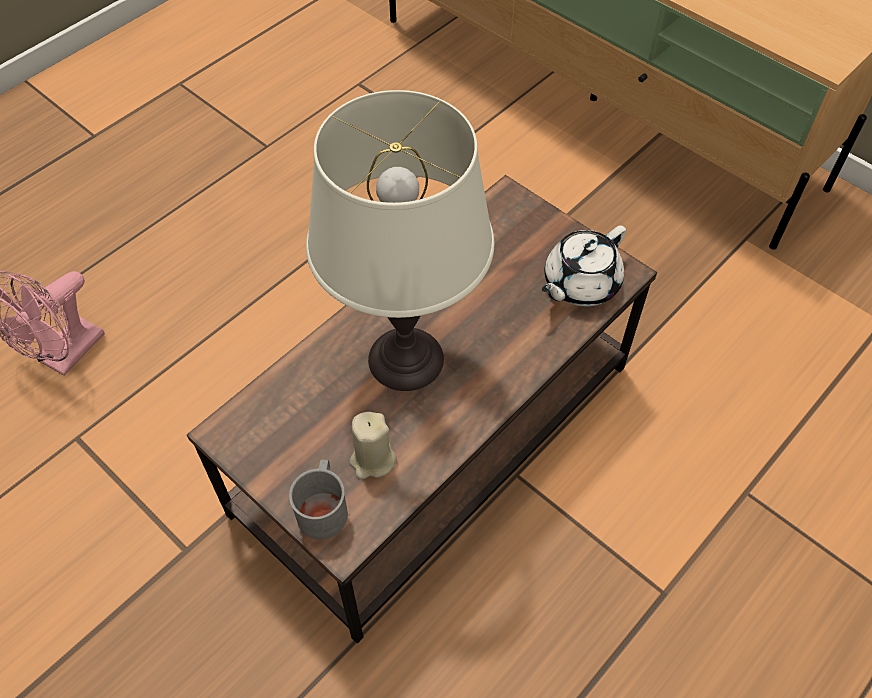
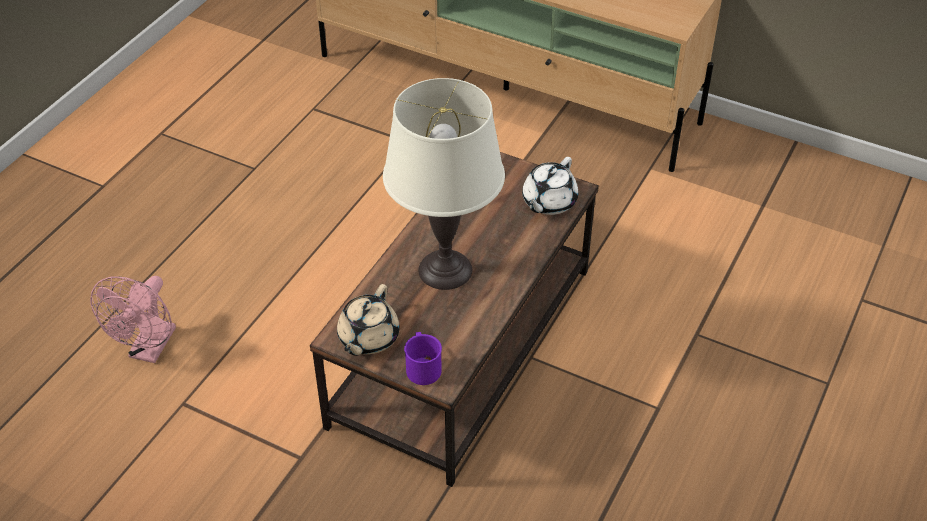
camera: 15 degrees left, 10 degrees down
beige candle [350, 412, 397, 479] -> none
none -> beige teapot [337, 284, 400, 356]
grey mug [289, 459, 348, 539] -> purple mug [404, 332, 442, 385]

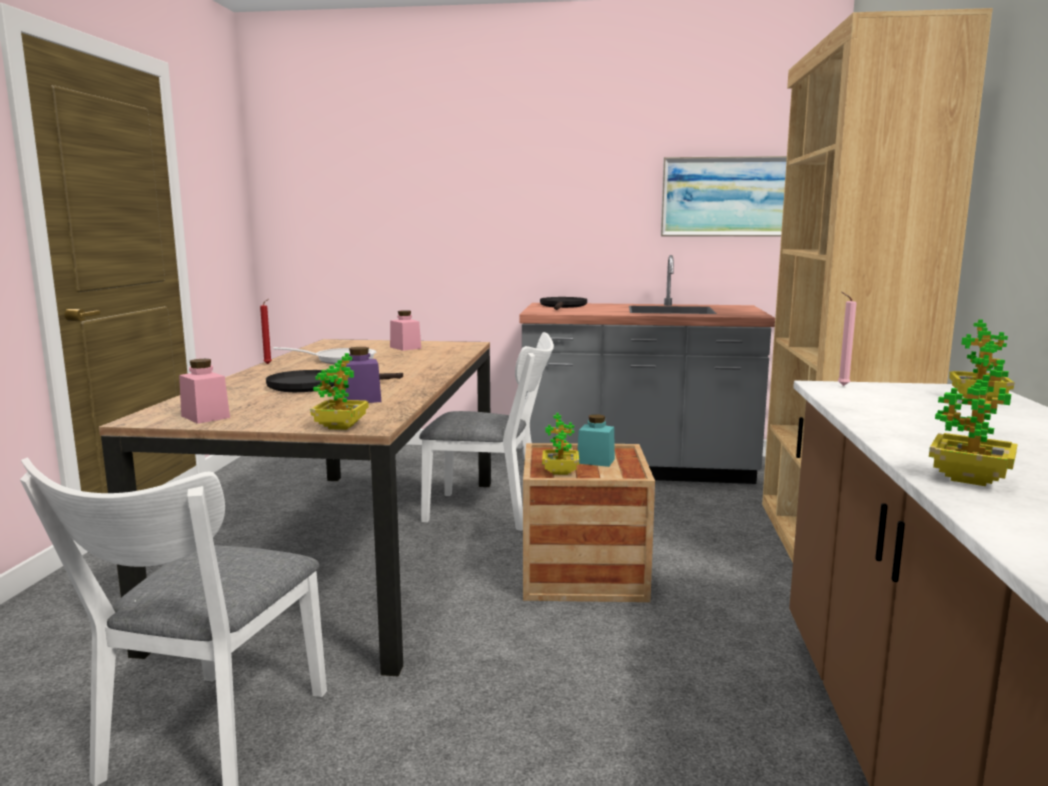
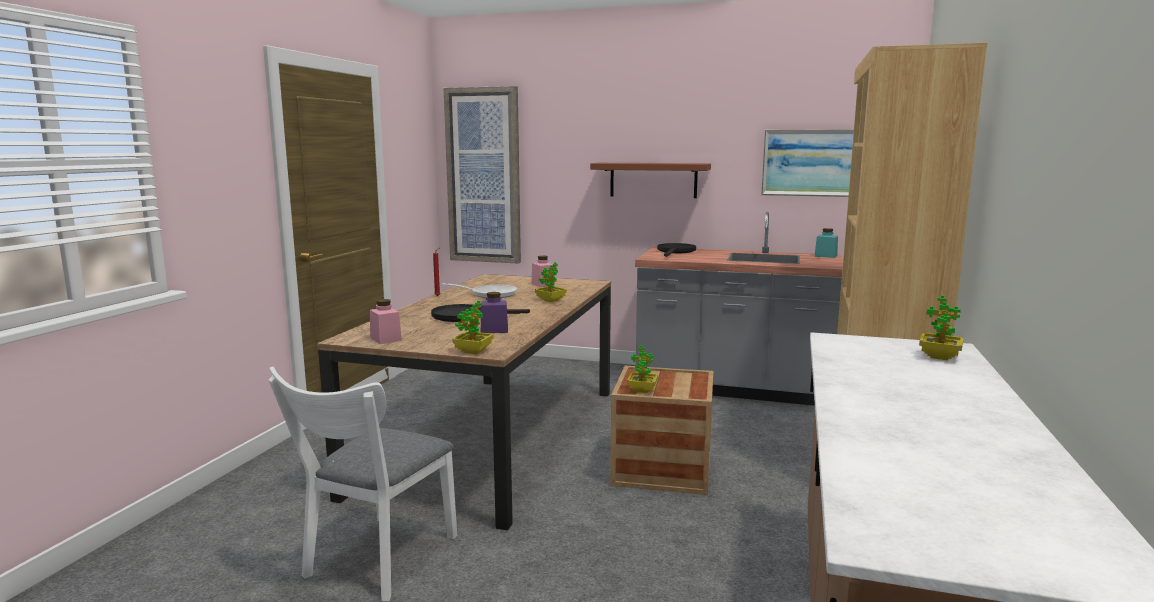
camera: 10 degrees right, 0 degrees up
white chair [419, 332, 554, 531] -> none
pink candle [838, 292, 857, 386] -> none
none -> picture [443, 86, 521, 264]
none -> brown shelf [590, 163, 711, 198]
turquoise jar [577, 414, 615, 467] -> turquoise jar [814, 228, 838, 258], relocated
potted plant [929, 365, 1018, 486] -> potted plant [535, 262, 567, 302], relocated

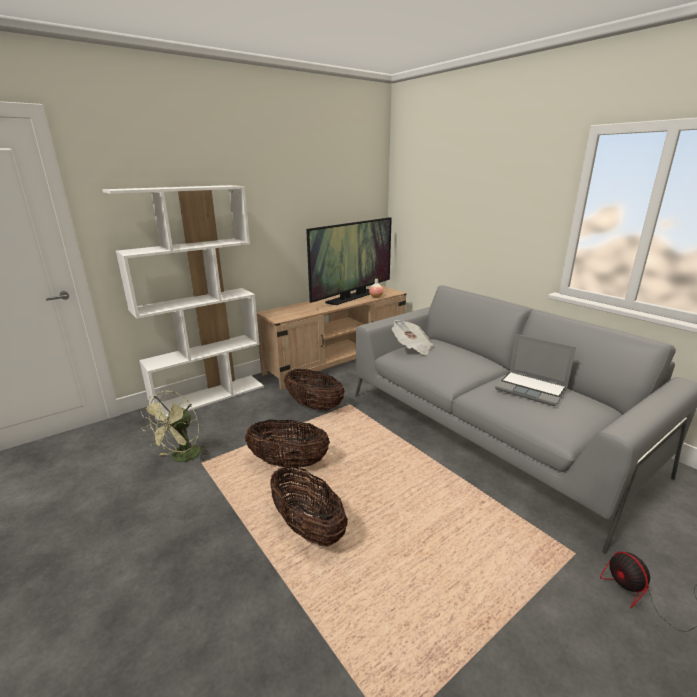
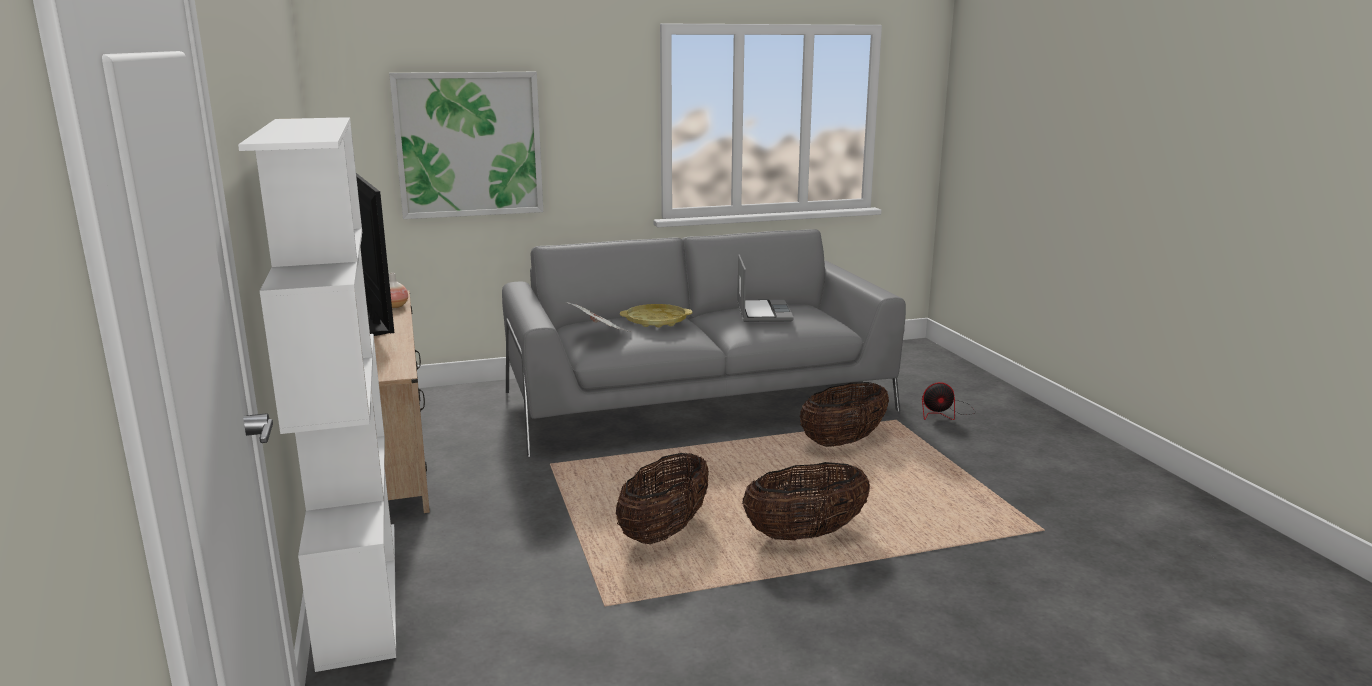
camera: 70 degrees left, 5 degrees down
green fan [141, 391, 210, 462] -> none
none -> picture [389, 72, 543, 219]
none -> yellow tray [620, 304, 692, 328]
basket [284, 369, 345, 411] -> basket [800, 382, 889, 447], relocated
laptop [495, 334, 576, 406] -> laptop [737, 255, 794, 322], 60 degrees counterclockwise

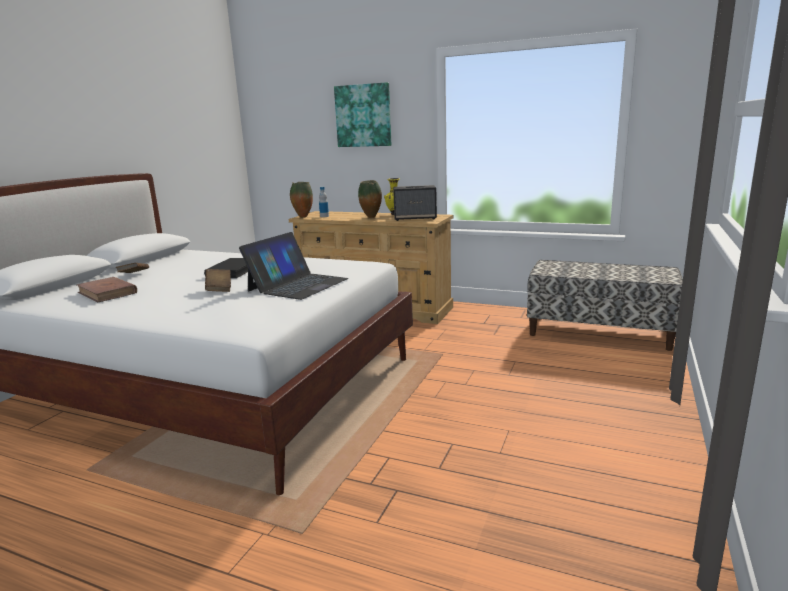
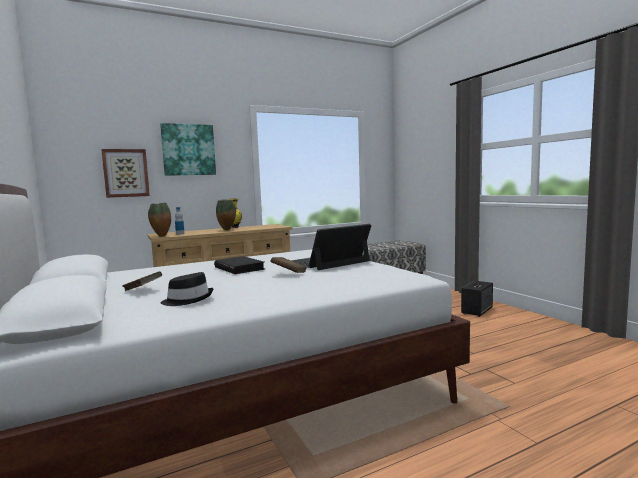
camera: 50 degrees left, 10 degrees down
none -> picture [101, 149, 150, 198]
speaker [393, 185, 437, 221] -> speaker [461, 281, 493, 317], relocated
brown book [77, 277, 137, 303] -> black hat [161, 272, 213, 306]
laptop [239, 232, 348, 300] -> laptop [291, 224, 371, 270], 105 degrees counterclockwise

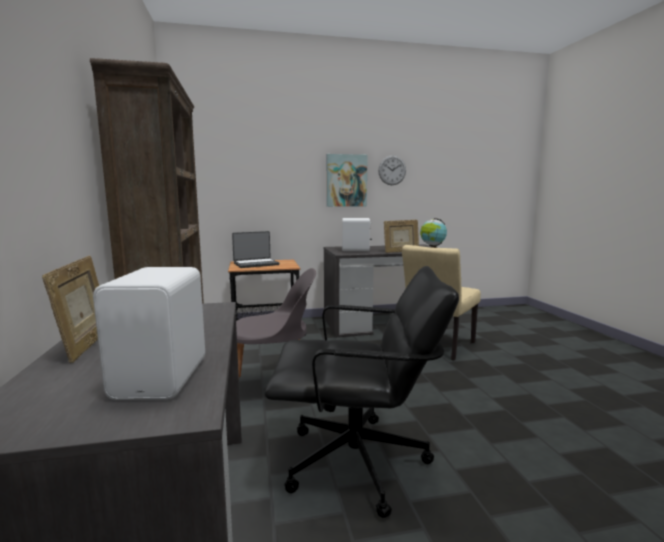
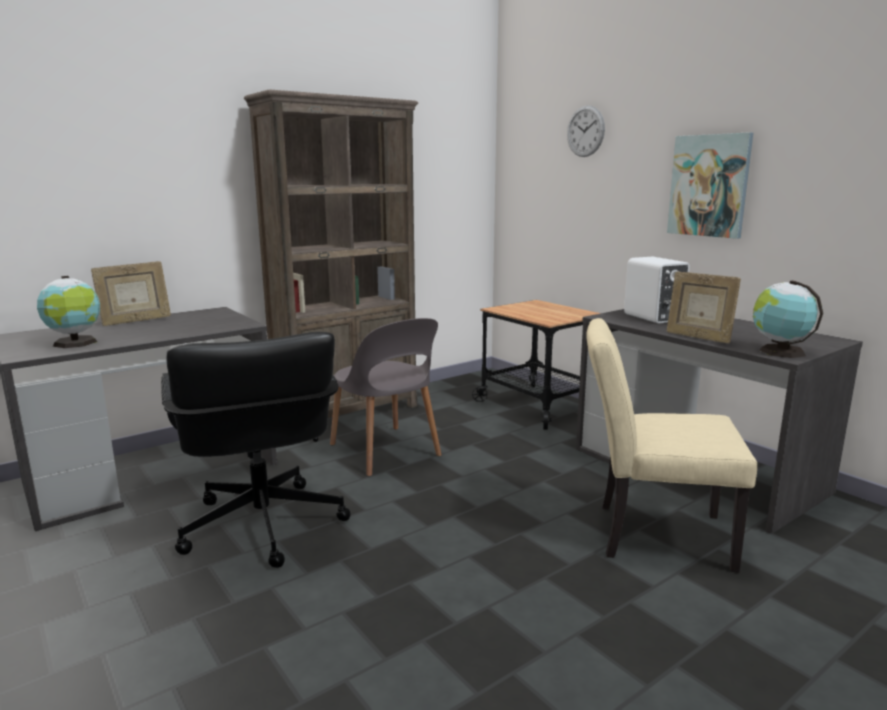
camera: 65 degrees right, 5 degrees up
laptop [232, 231, 279, 268] -> none
wall clock [378, 155, 406, 185] -> wall clock [567, 105, 605, 157], relocated
white speaker [93, 267, 205, 400] -> globe [37, 276, 100, 348]

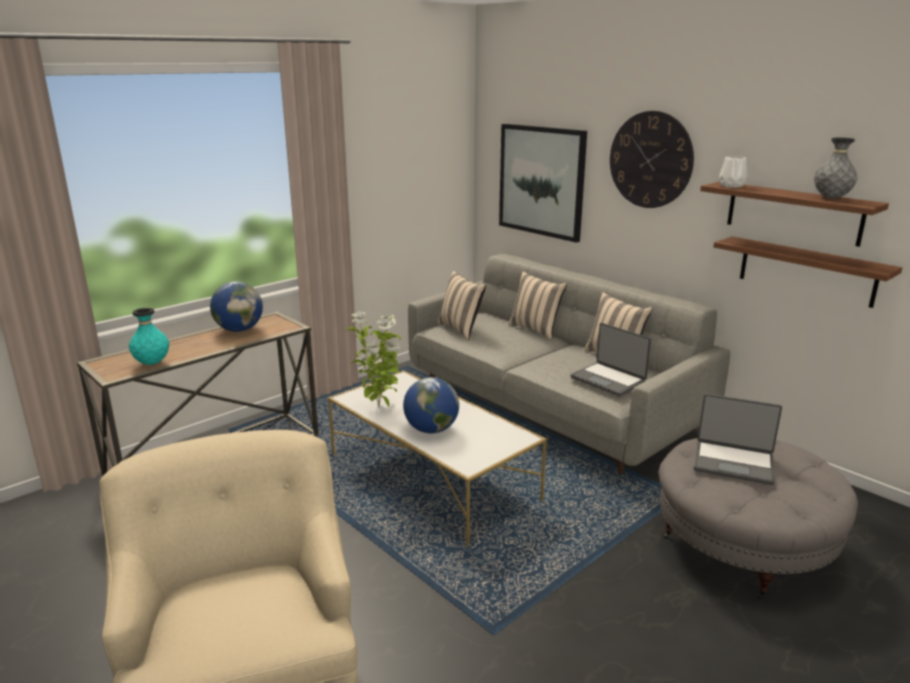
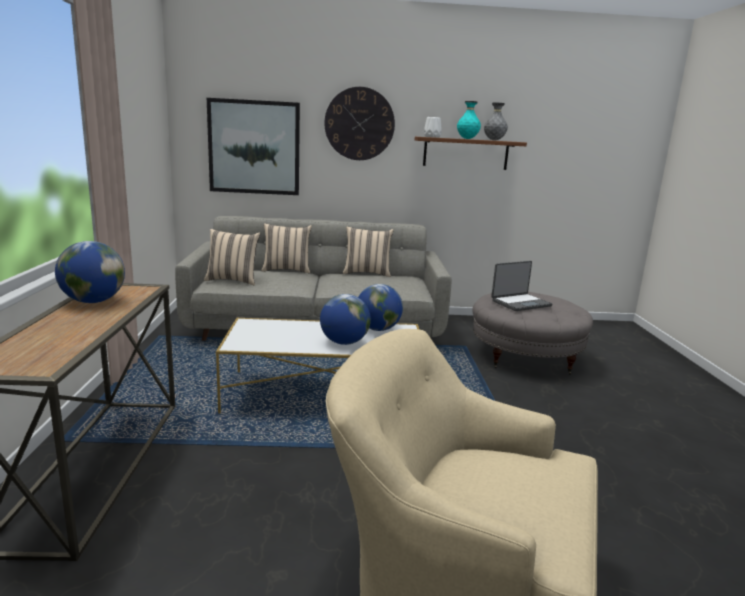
camera: 50 degrees left, 5 degrees down
potted plant [346, 311, 401, 407] -> none
laptop [570, 323, 651, 396] -> none
shelf [714, 236, 902, 308] -> none
none -> globe [358, 284, 403, 331]
turquoise vase [129, 308, 169, 365] -> turquoise vase [457, 101, 481, 139], relocated

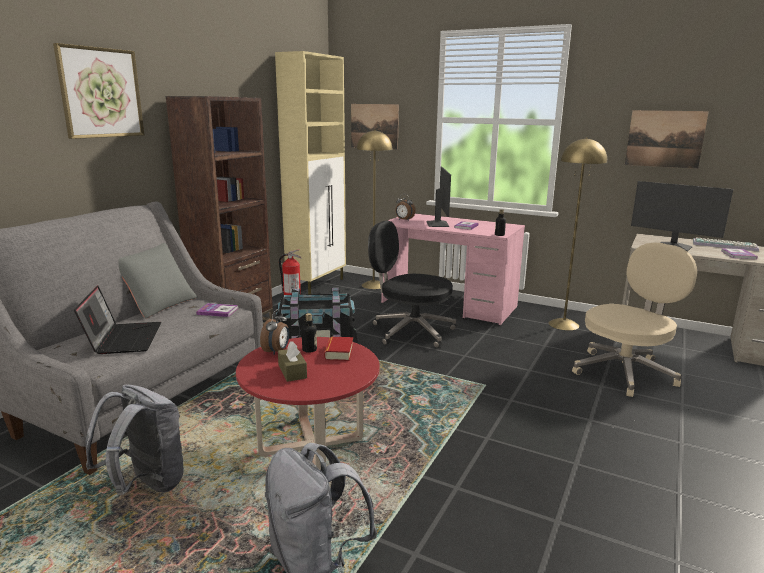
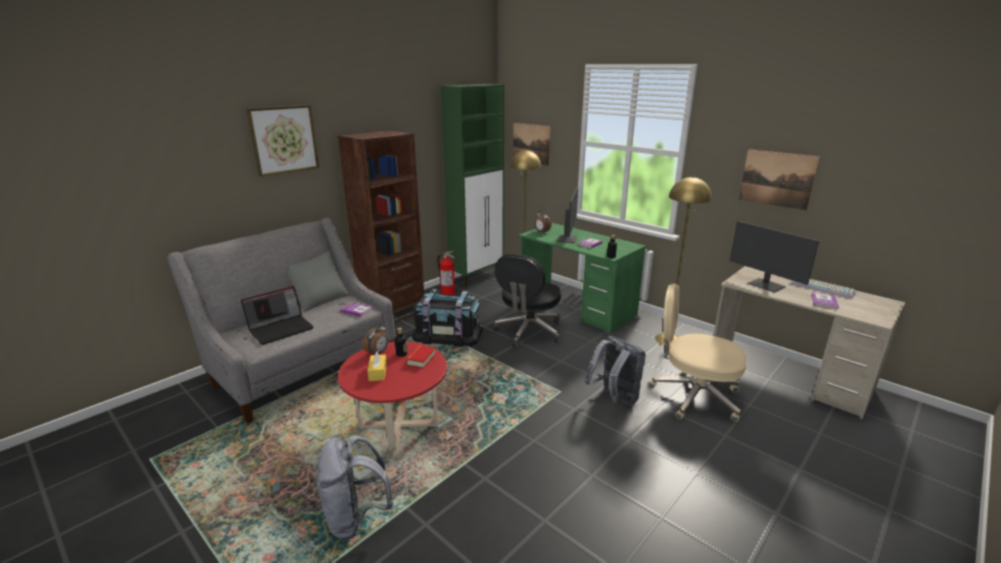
camera: 15 degrees right, 5 degrees up
grey backpack [85, 384, 184, 495] -> grey backpack [585, 336, 646, 405], relocated
beige cabinet [275, 51, 346, 294] -> green cabinet [441, 84, 504, 287]
brown tissue box [278, 341, 307, 382] -> yellow tissue box [367, 351, 387, 381]
pink desk [381, 214, 525, 325] -> green desk [519, 223, 646, 334]
laptop [74, 285, 161, 354] -> laptop [241, 286, 314, 345], 45 degrees clockwise
black office chair [368, 221, 456, 348] -> black office chair [494, 253, 561, 348], 105 degrees counterclockwise
beige office chair [572, 242, 697, 397] -> beige office chair [648, 284, 747, 422], 135 degrees counterclockwise

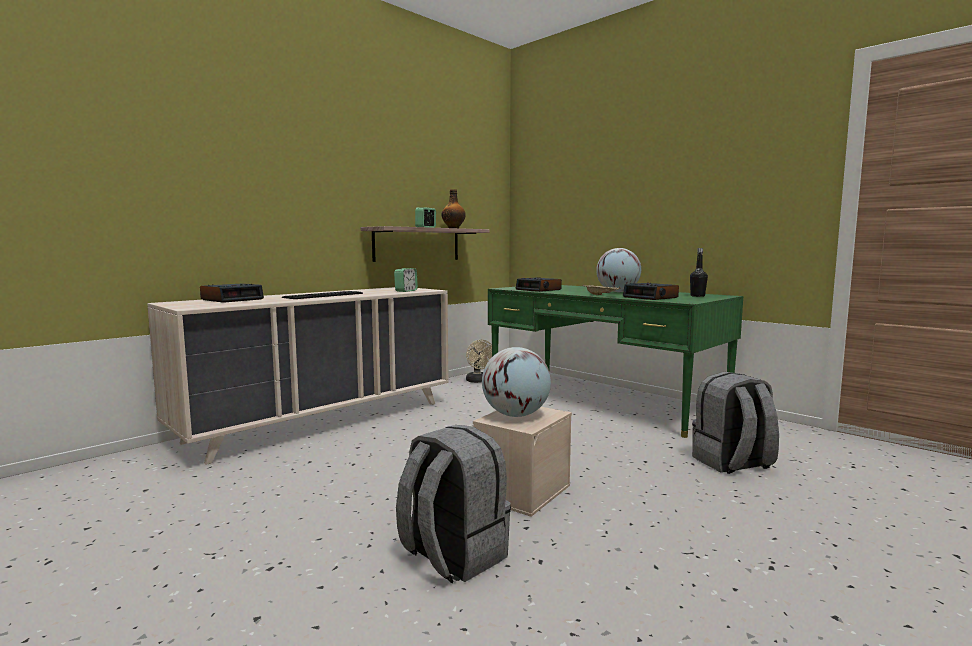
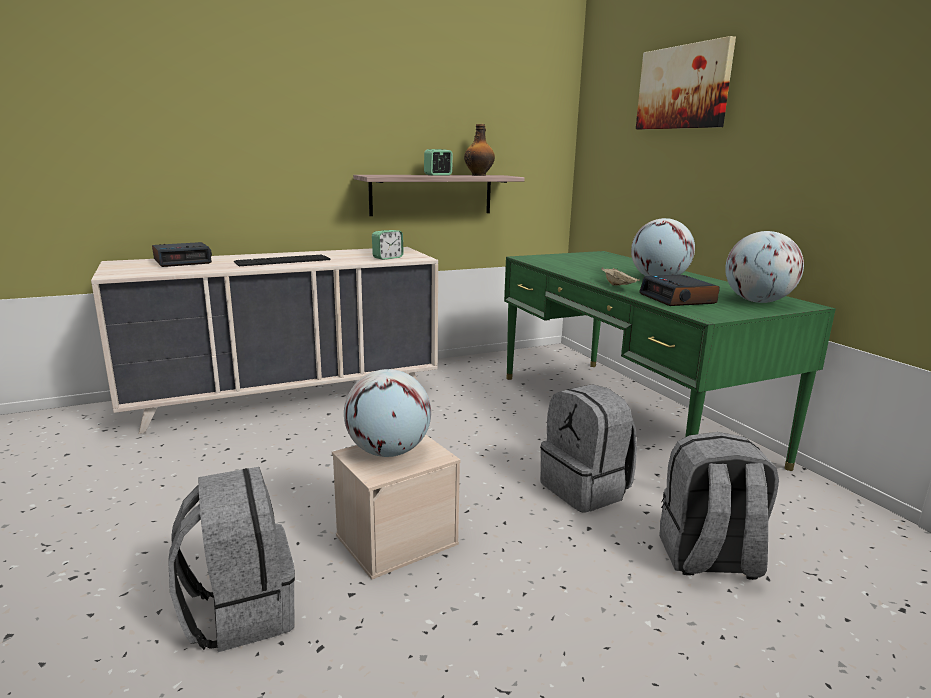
camera: 20 degrees right, 10 degrees up
beige fan [466, 340, 492, 383] -> none
alarm clock [515, 277, 562, 292] -> none
none -> grey backpack [540, 384, 637, 513]
none -> picture [636, 36, 736, 130]
black bottle [690, 248, 708, 297] -> globe [725, 231, 804, 303]

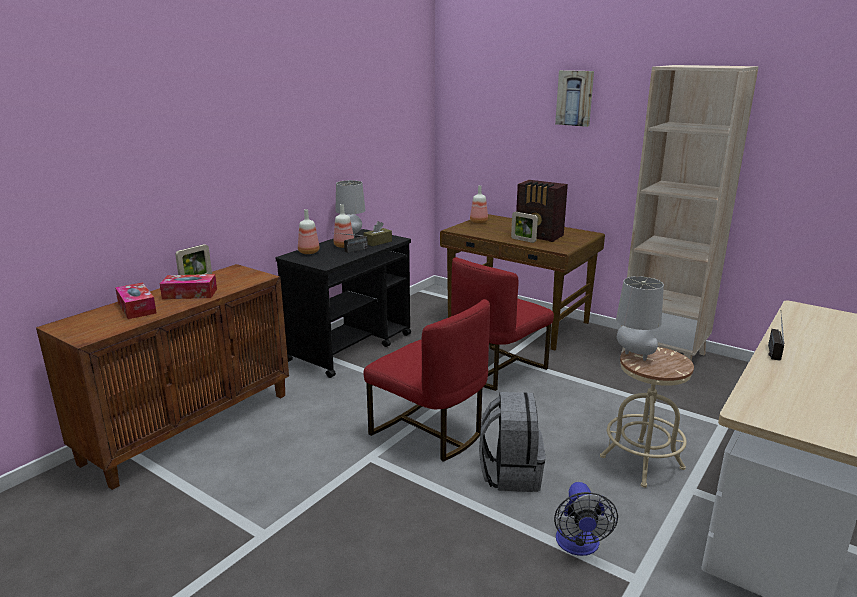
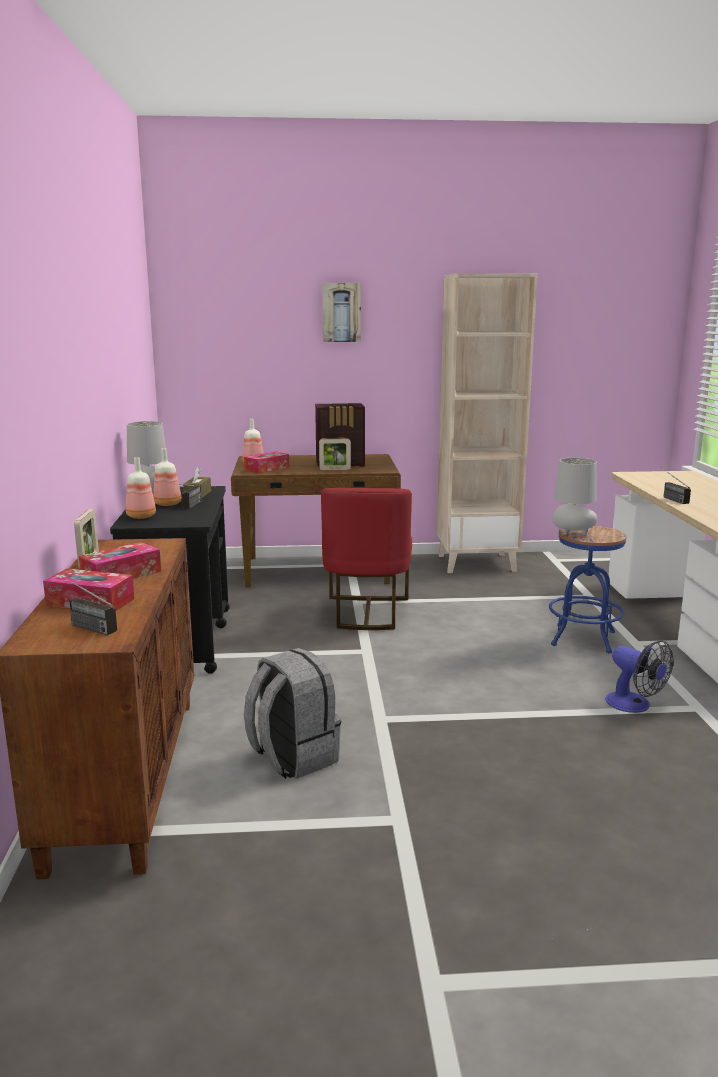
camera: 40 degrees left, 5 degrees down
red chair [364, 299, 490, 462] -> none
none -> radio [57, 573, 117, 635]
none -> tissue box [244, 451, 289, 474]
grey backpack [479, 392, 545, 492] -> grey backpack [244, 648, 341, 779], relocated
beige stool [600, 347, 694, 488] -> blue stool [549, 525, 627, 653]

